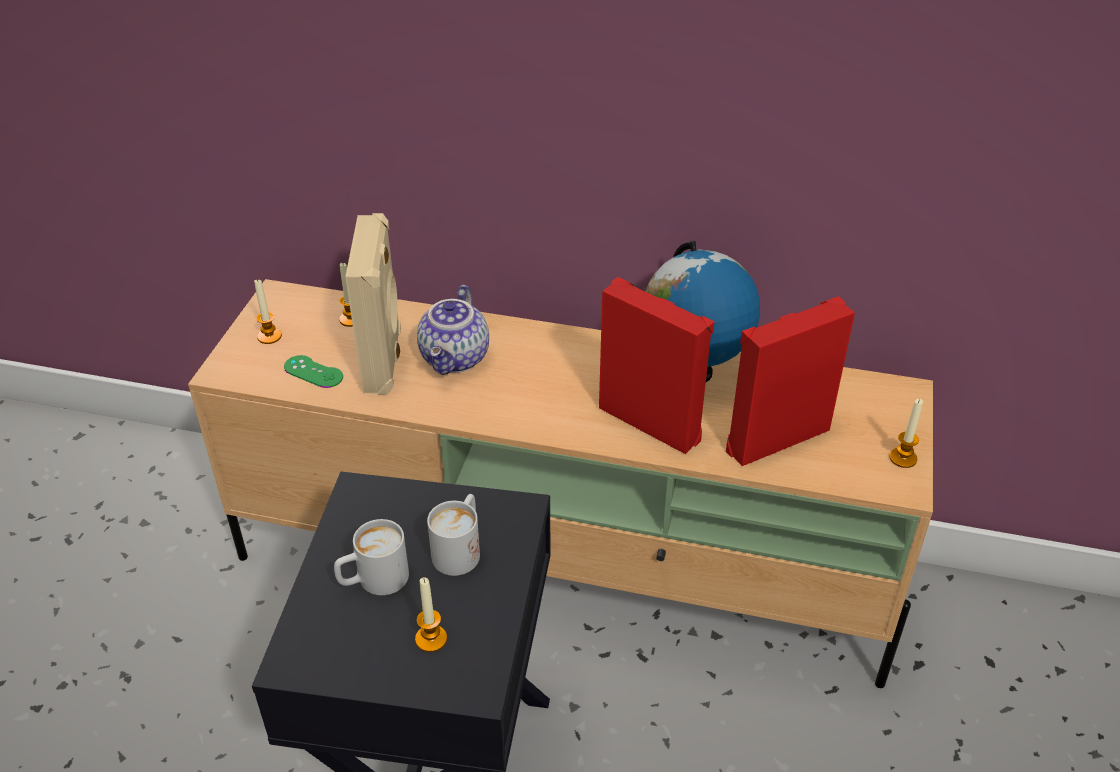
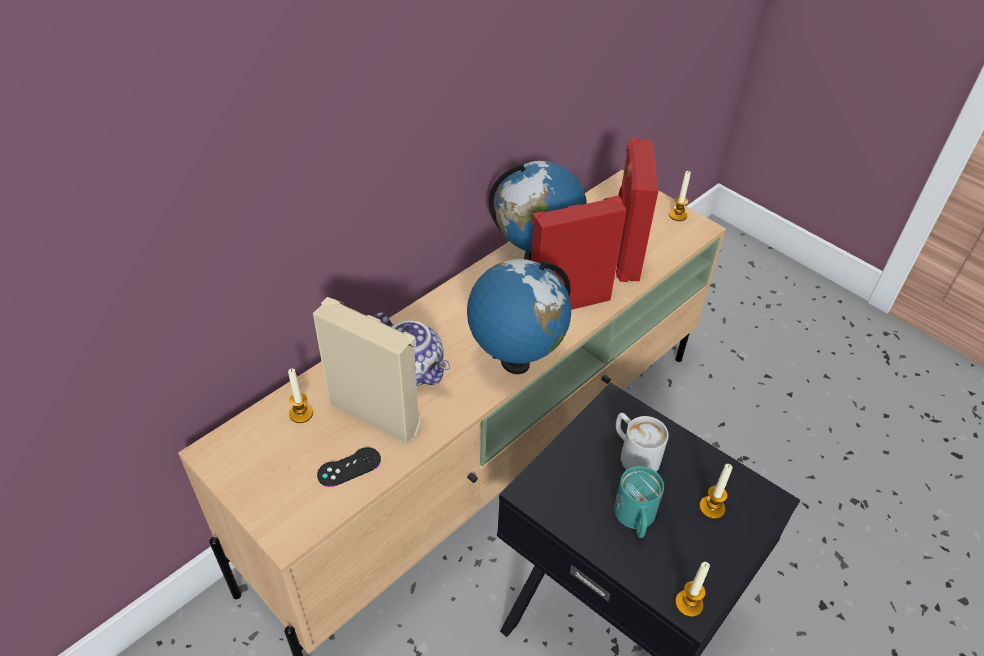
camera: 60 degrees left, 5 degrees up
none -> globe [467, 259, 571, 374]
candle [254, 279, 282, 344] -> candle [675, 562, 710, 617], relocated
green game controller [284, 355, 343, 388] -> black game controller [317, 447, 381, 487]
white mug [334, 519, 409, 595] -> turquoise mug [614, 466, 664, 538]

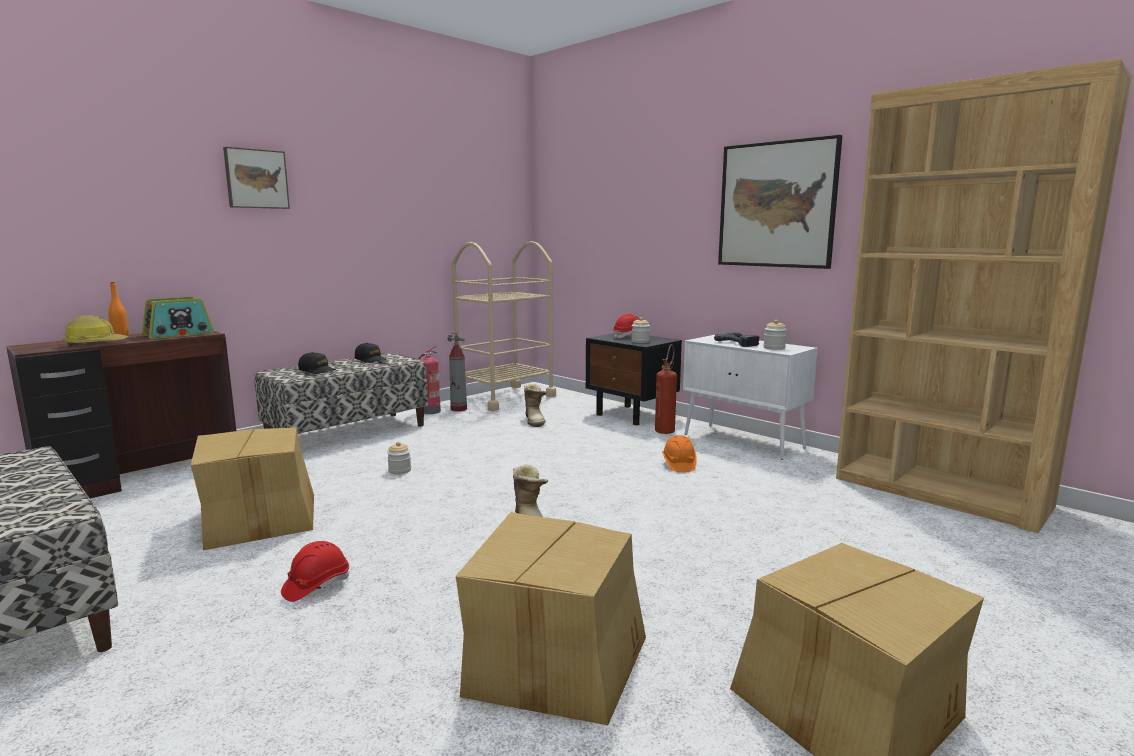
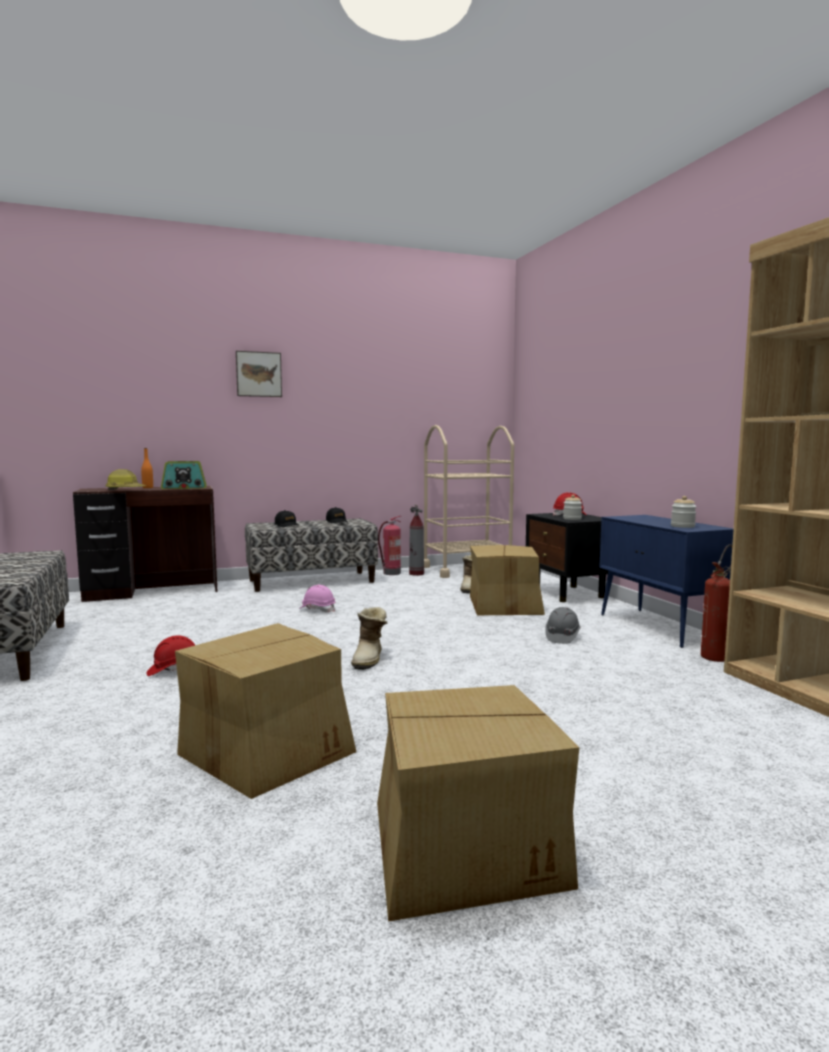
camera: 25 degrees right, 5 degrees down
power drill [714, 332, 760, 347] -> none
picture [718, 135, 842, 269] -> none
cardboard box [191, 427, 314, 550] -> cardboard box [470, 545, 545, 615], relocated
fire extinguisher [655, 344, 677, 434] -> fire extinguisher [701, 544, 732, 662], relocated
jar [387, 442, 411, 474] -> pink hard hat [299, 585, 335, 612]
orange hard hat [662, 435, 697, 472] -> grey hard hat [545, 607, 581, 644]
white cabinet [683, 335, 818, 460] -> blue cabinet [599, 515, 734, 648]

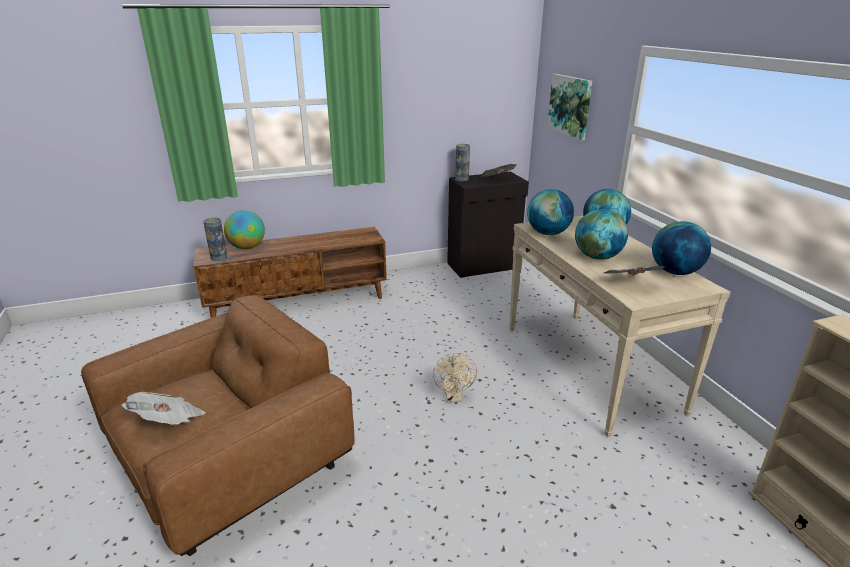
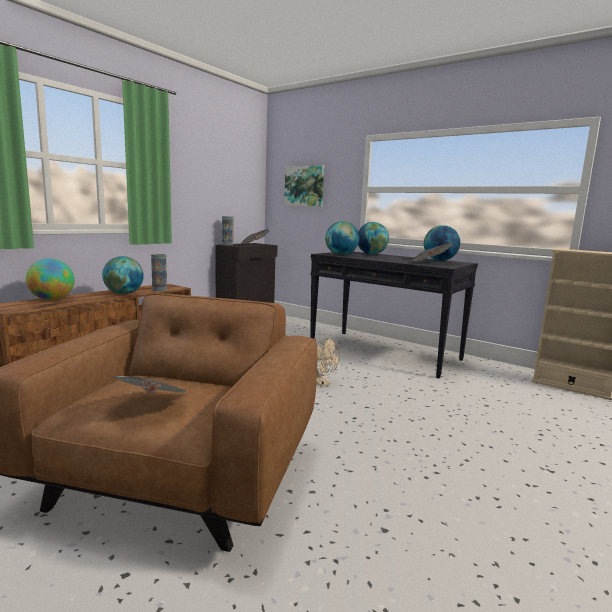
camera: 35 degrees left, 15 degrees down
vase [203, 217, 227, 261] -> vase [151, 254, 167, 291], relocated
globe [575, 209, 628, 260] -> globe [102, 256, 144, 294], relocated
beige console table [509, 216, 731, 438] -> black console table [310, 252, 478, 378]

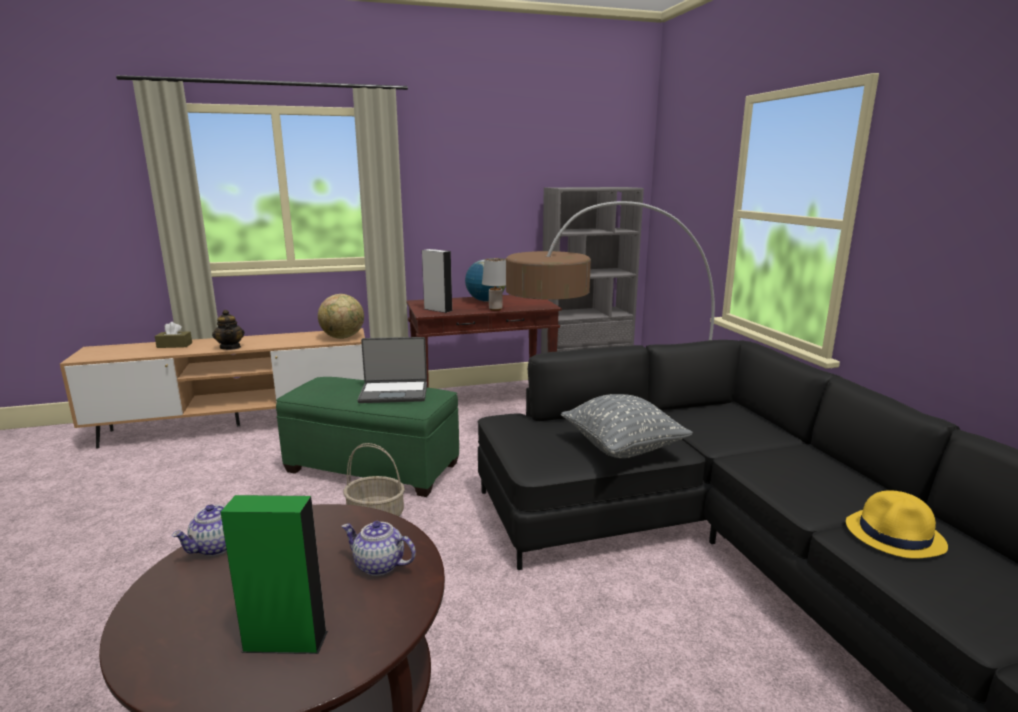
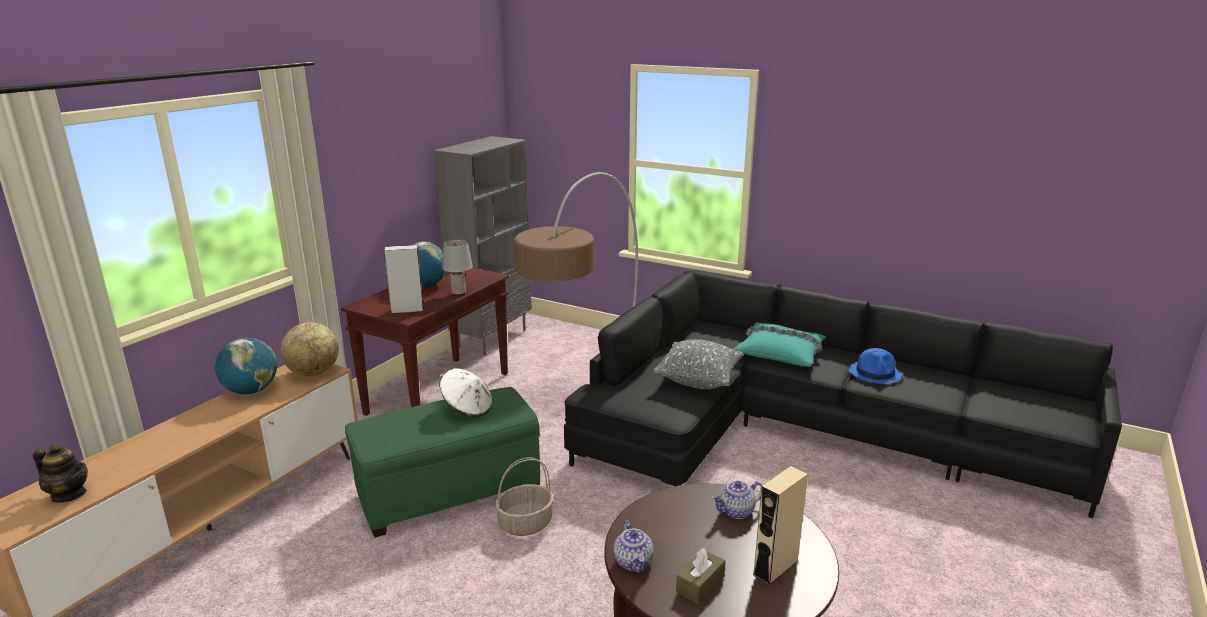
camera: 45 degrees left, 5 degrees up
none -> globe [215, 338, 277, 394]
none -> turquoise pillow [733, 322, 826, 367]
brown tissue box [155, 322, 192, 348] -> brown tissue box [676, 548, 725, 604], relocated
teapot [212, 310, 245, 350] -> teapot [33, 444, 88, 502], relocated
laptop [357, 337, 427, 403] -> white hat [439, 368, 493, 417]
green speaker [220, 495, 328, 654] -> beige speaker [753, 466, 808, 585]
yellow hat [846, 490, 948, 559] -> blue hat [849, 348, 902, 384]

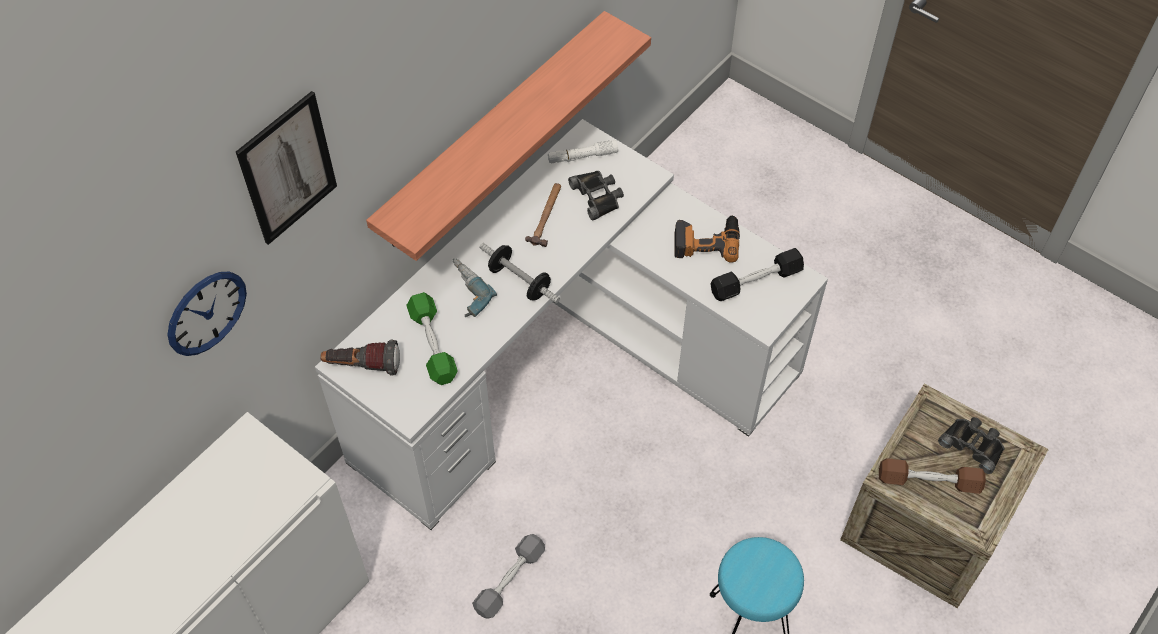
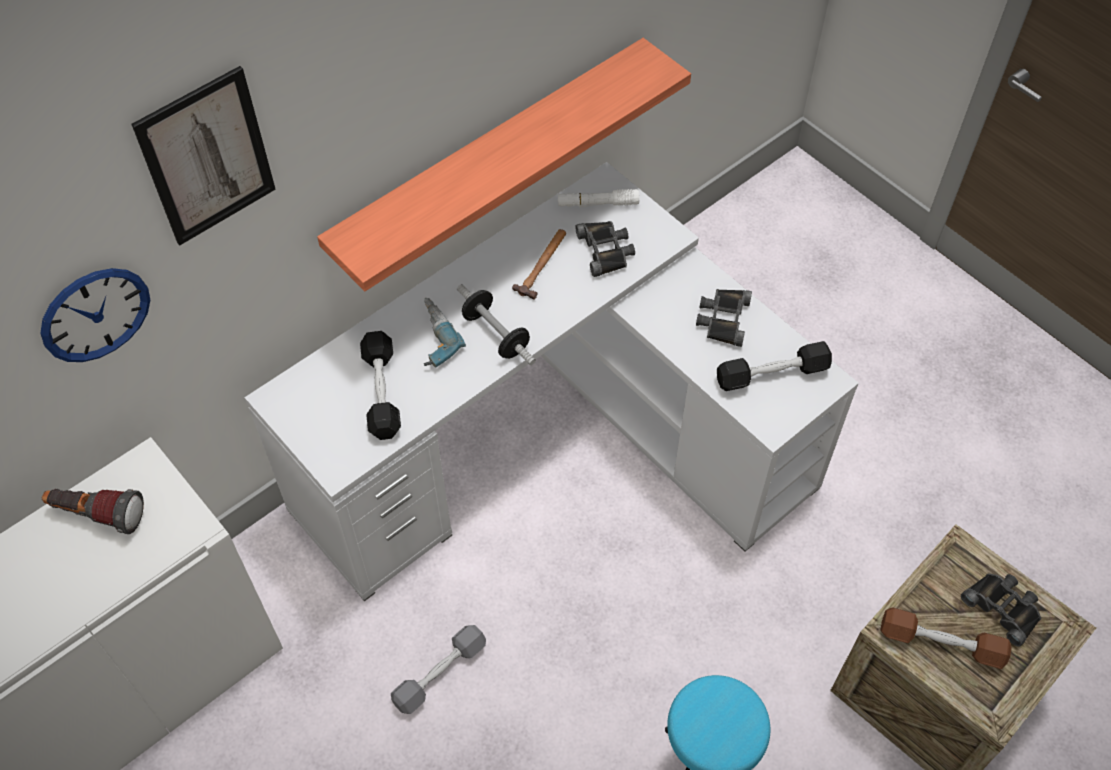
camera: 10 degrees right, 0 degrees up
flashlight [320, 340, 400, 375] -> flashlight [42, 489, 144, 534], relocated
power drill [674, 215, 740, 263] -> black binoculars [696, 289, 752, 347]
green dumbbell [406, 292, 458, 385] -> black dumbbell [360, 331, 401, 440]

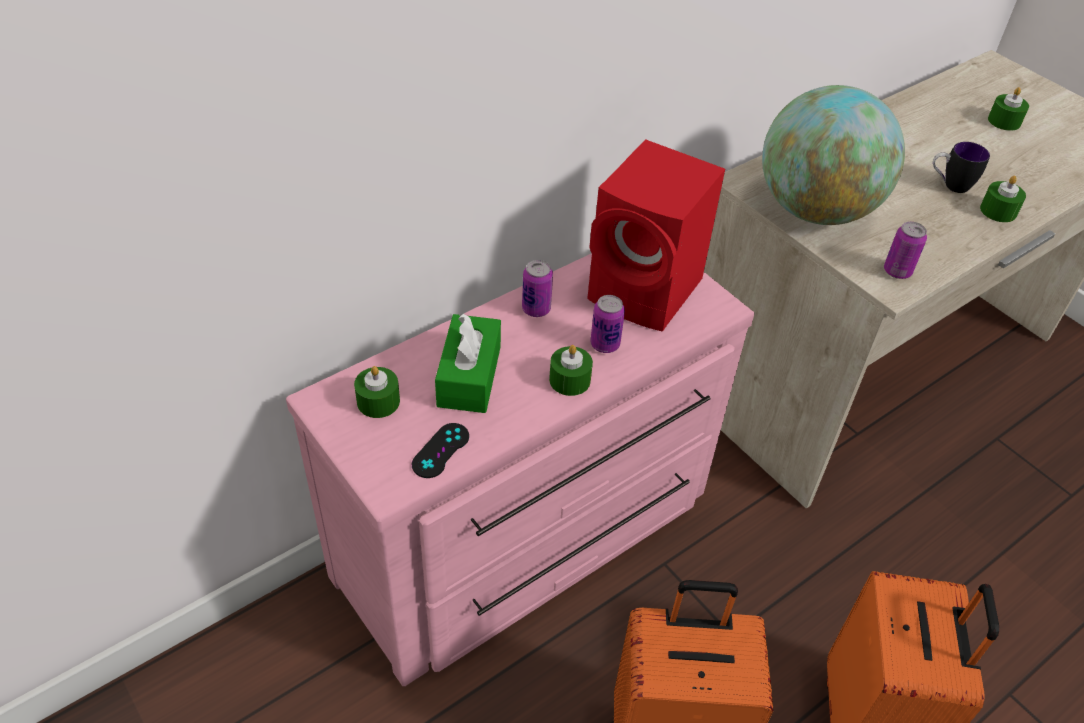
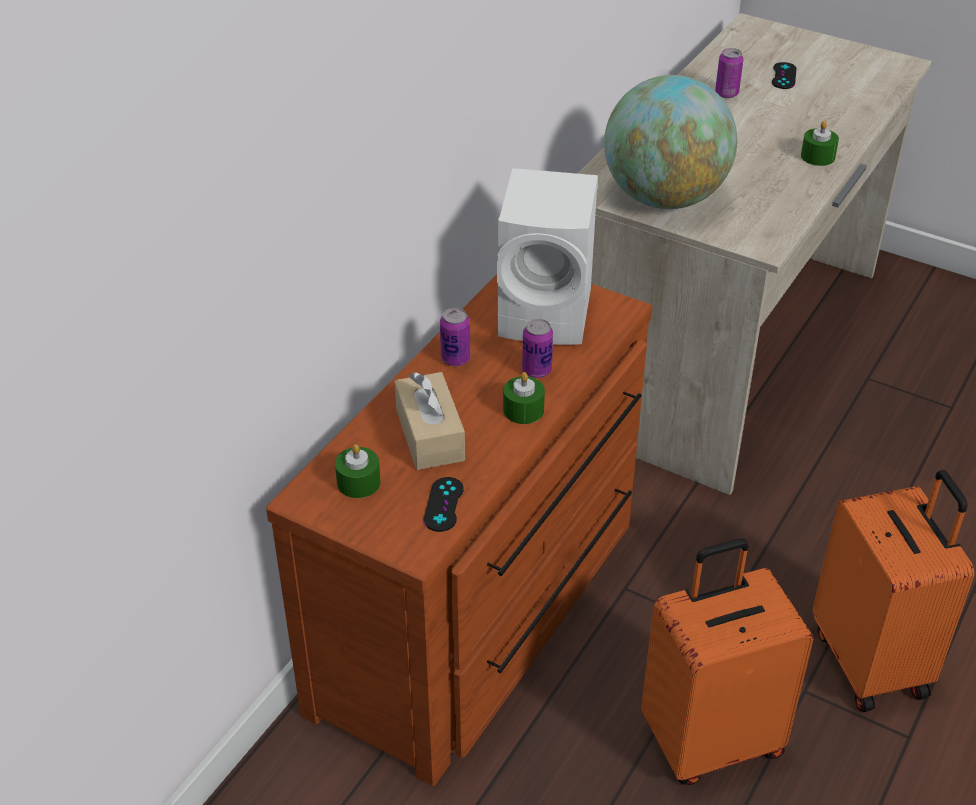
camera: 20 degrees left, 5 degrees down
mug [933, 142, 990, 193] -> none
can [884, 222, 927, 279] -> can [715, 48, 744, 98], relocated
green candle [988, 87, 1029, 131] -> black game controller [772, 62, 797, 89]
pink dresser [286, 253, 754, 686] -> brown dresser [266, 275, 652, 786]
green tissue box [435, 313, 501, 413] -> beige tissue box [395, 372, 465, 470]
red speaker [587, 139, 725, 332] -> white speaker [497, 168, 598, 345]

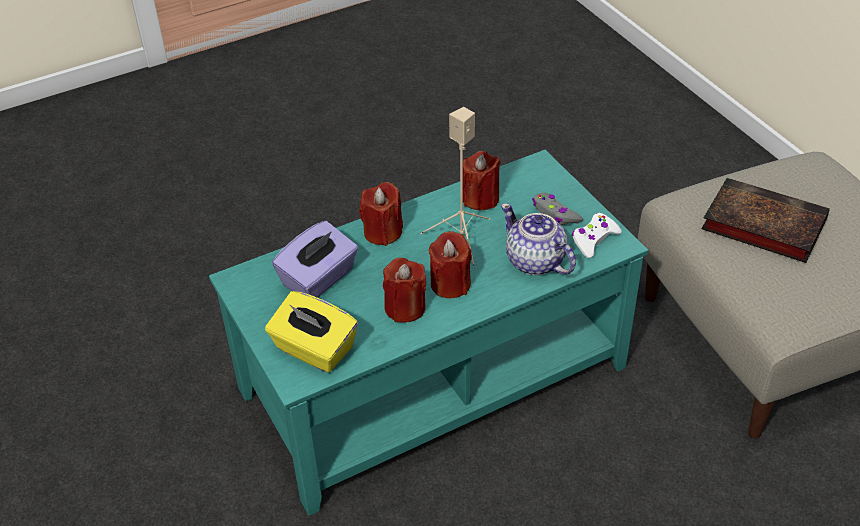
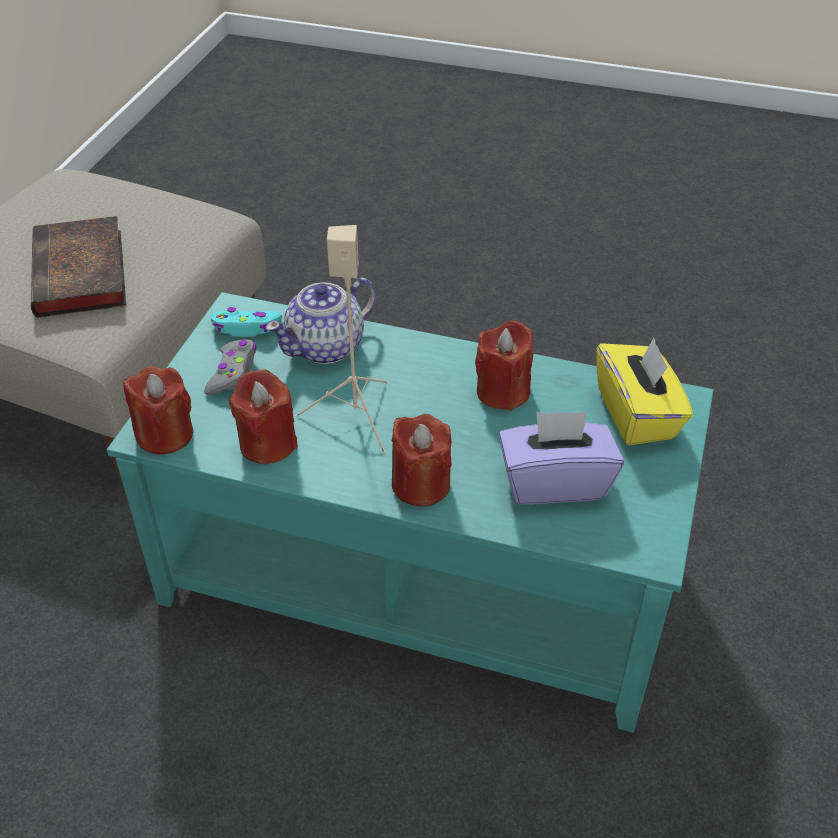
camera: 135 degrees left, 0 degrees up
red candle [429, 231, 472, 298] -> red candle [123, 367, 193, 454], relocated
white game controller [572, 213, 622, 258] -> turquoise game controller [211, 307, 282, 337]
teapot [501, 203, 576, 275] -> teapot [266, 277, 377, 364], 45 degrees clockwise

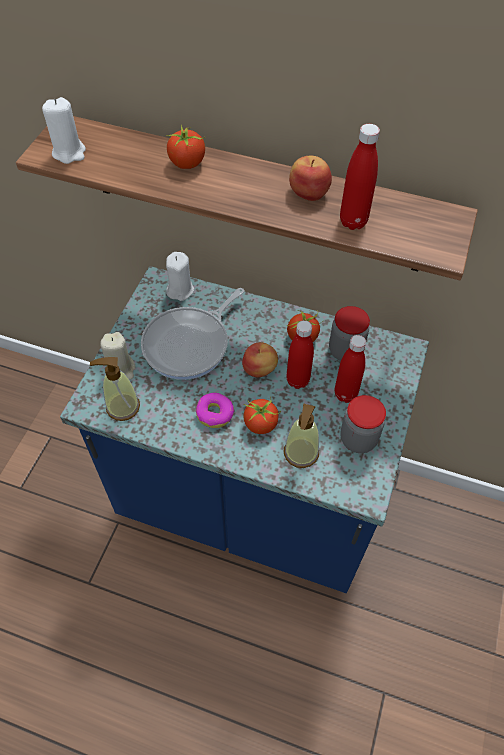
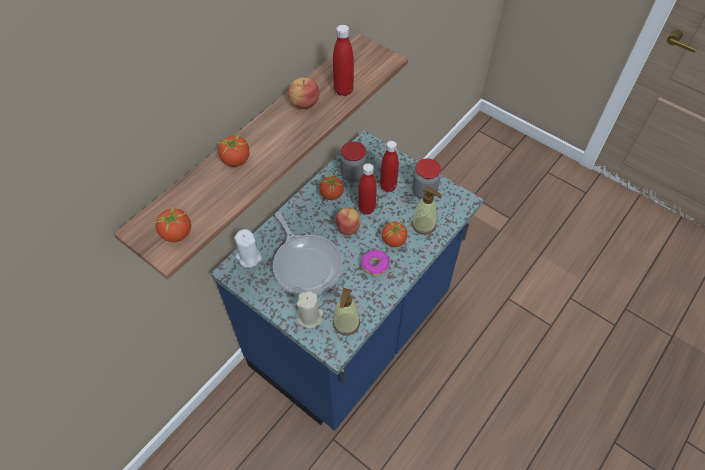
camera: 70 degrees left, 0 degrees up
white candle [42, 97, 86, 164] -> tomato [154, 204, 191, 242]

